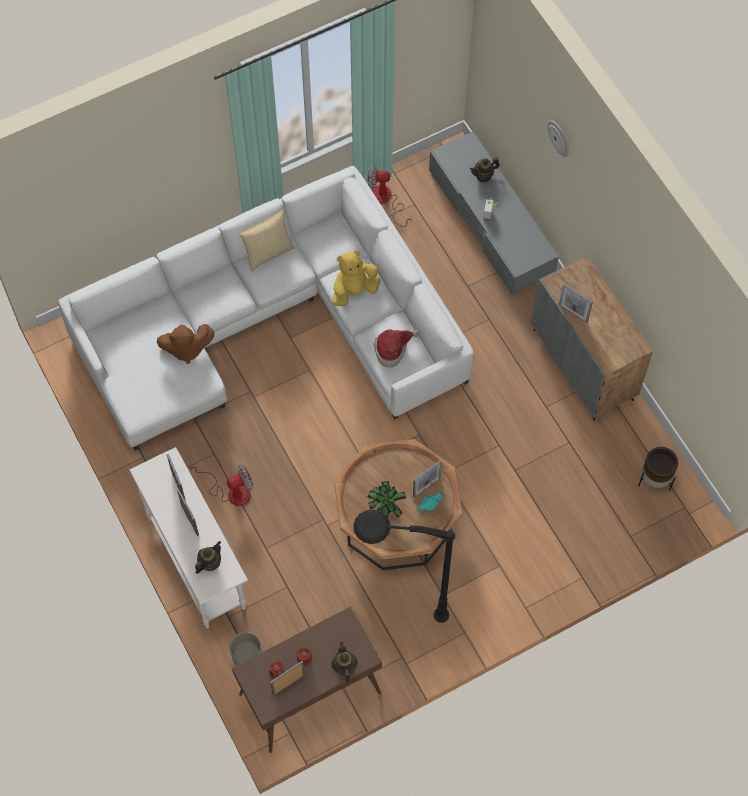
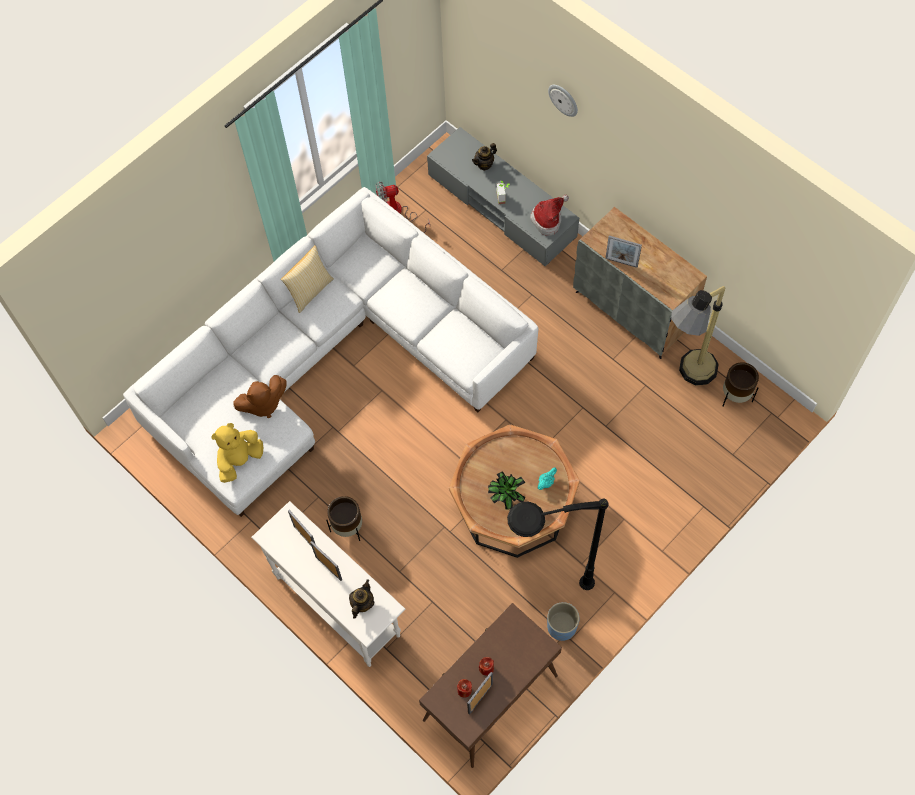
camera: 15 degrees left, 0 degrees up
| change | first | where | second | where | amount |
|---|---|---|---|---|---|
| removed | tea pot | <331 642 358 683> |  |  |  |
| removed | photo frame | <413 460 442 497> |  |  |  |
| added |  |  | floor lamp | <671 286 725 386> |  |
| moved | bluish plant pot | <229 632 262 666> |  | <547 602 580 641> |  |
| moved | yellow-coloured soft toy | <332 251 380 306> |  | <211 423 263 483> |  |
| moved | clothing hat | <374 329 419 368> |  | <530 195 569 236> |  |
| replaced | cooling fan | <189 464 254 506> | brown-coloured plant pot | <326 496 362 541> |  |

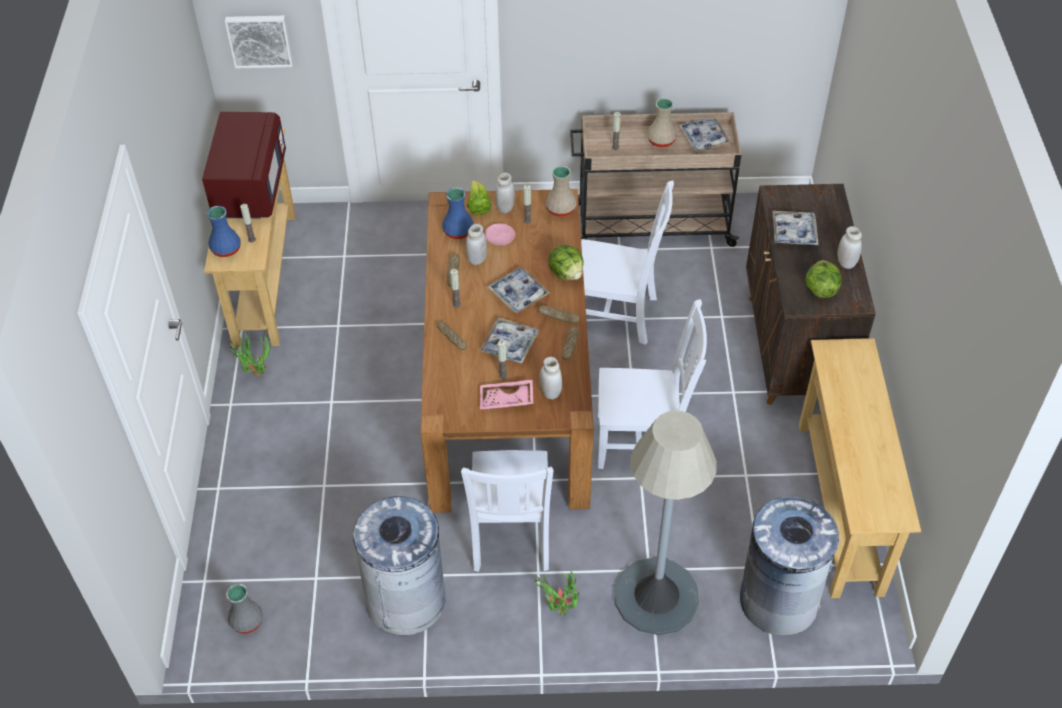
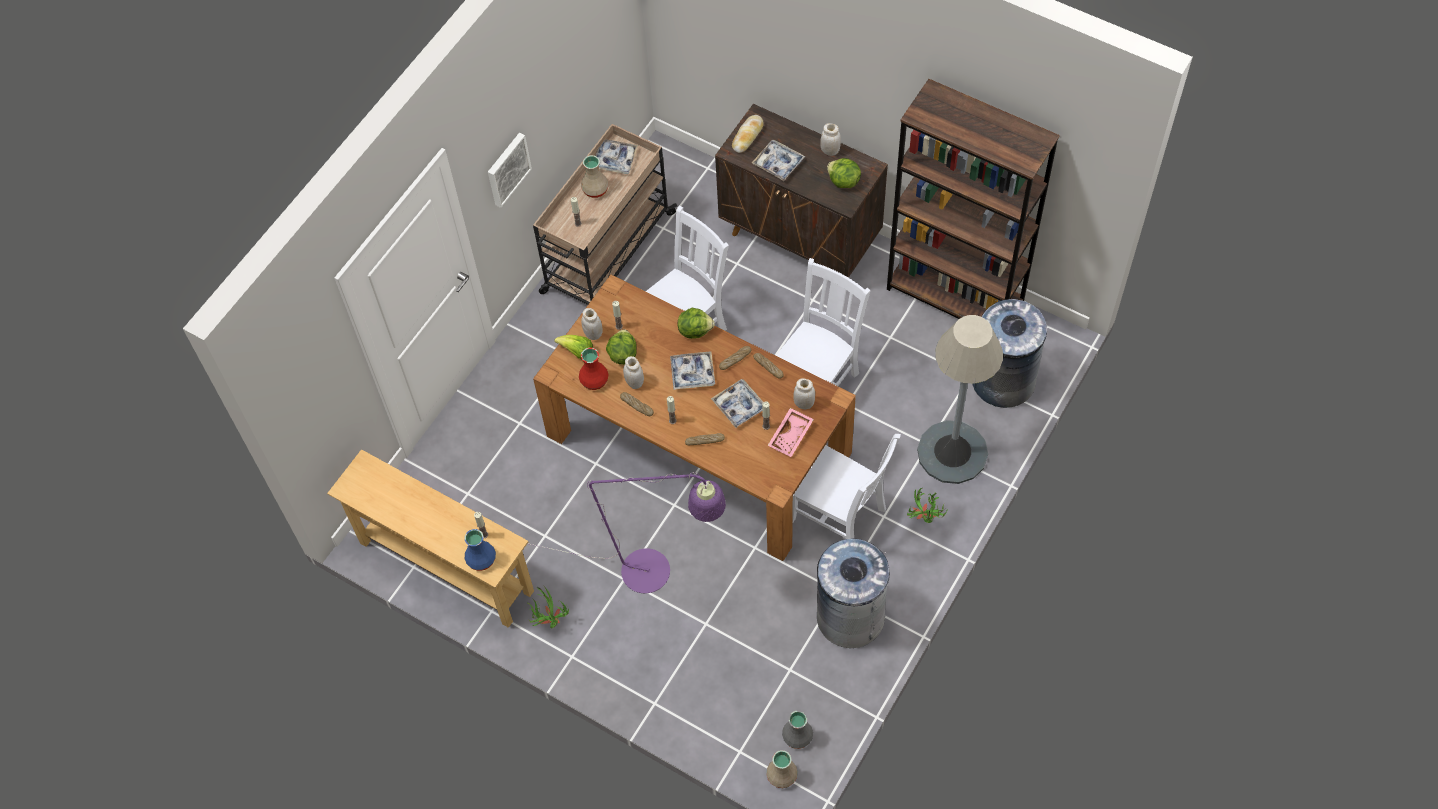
camera: 55 degrees left, 10 degrees up
| change | first | where | second | where | amount |
|---|---|---|---|---|---|
| removed | red microwave | <202 112 286 219> |  |  |  |
| added |  |  | purple-coloured floor lamp | <530 472 726 593> |  |
| added |  |  | bread | <732 115 764 153> |  |
| moved | picture | <225 16 293 69> |  | <488 133 532 208> |  |
| moved | beige flower vase | <546 166 577 217> |  | <766 750 798 788> |  |
| replaced | pink plate | <485 223 515 245> | head of lettuce | <606 329 637 365> |  |
| replaced | beige narrow table | <799 338 921 598> | brown-coloured bookshelf | <887 79 1060 319> |  |
| recoloured | bluish flower vase | <442 188 474 239> | red flower vase | <579 348 609 390> |  |

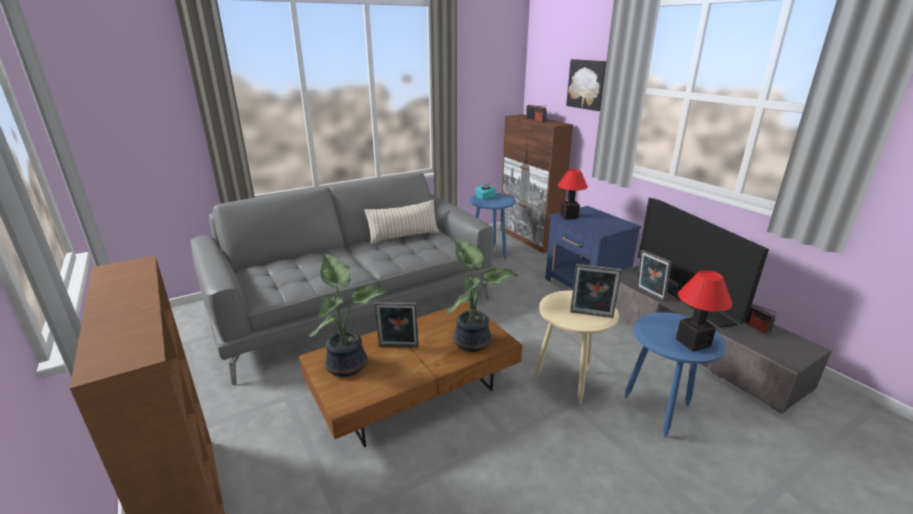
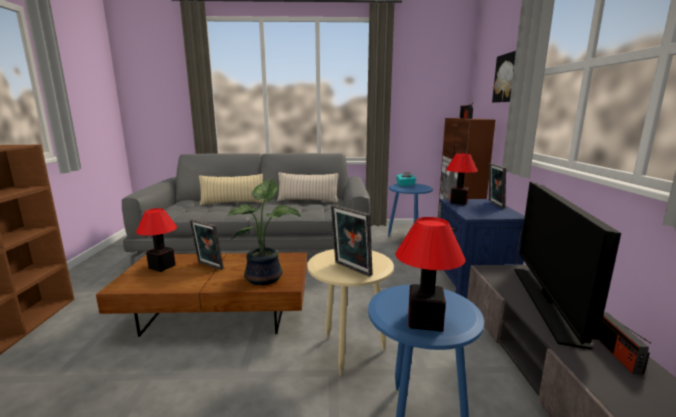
camera: 30 degrees right, 10 degrees down
| change | first | where | second | where | amount |
|---|---|---|---|---|---|
| added |  |  | beige pillow | <199 174 265 205> |  |
| moved | photo frame | <636 250 671 301> |  | <489 163 506 209> |  |
| replaced | plant in a pot | <309 254 388 377> | tabletop lamp | <136 208 177 272> |  |

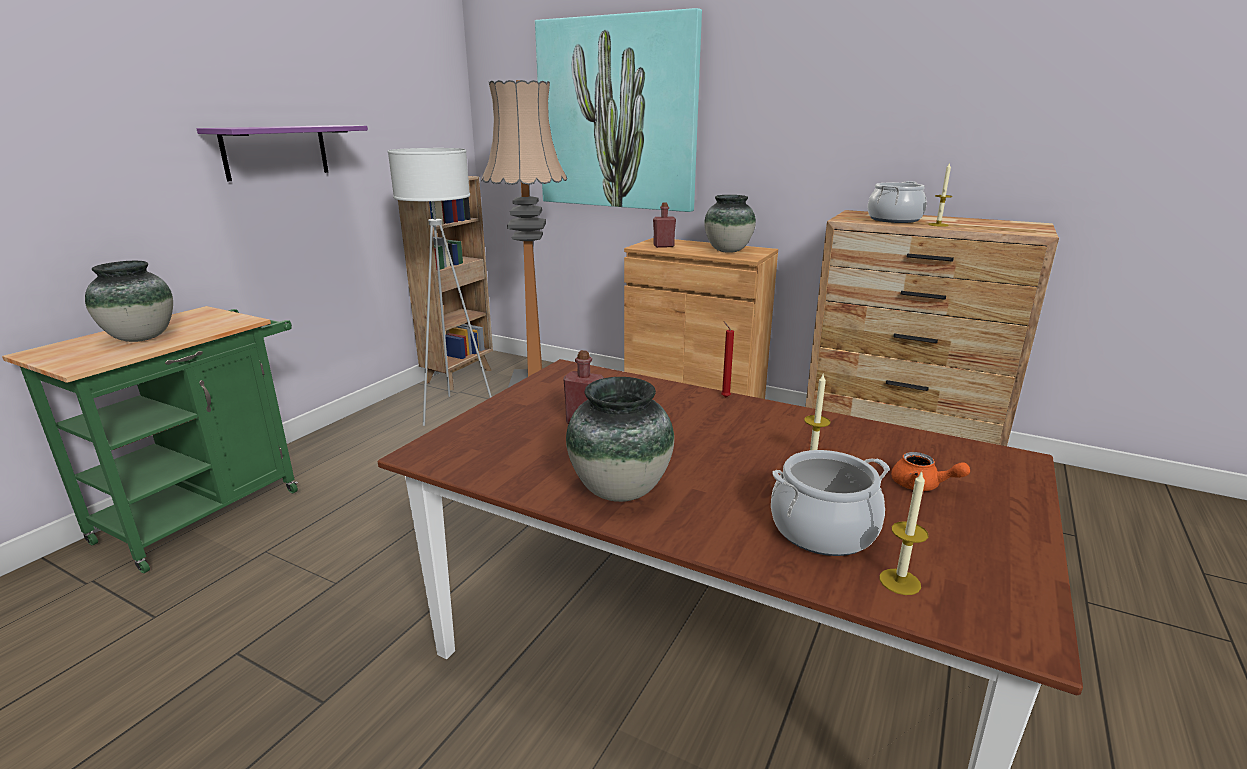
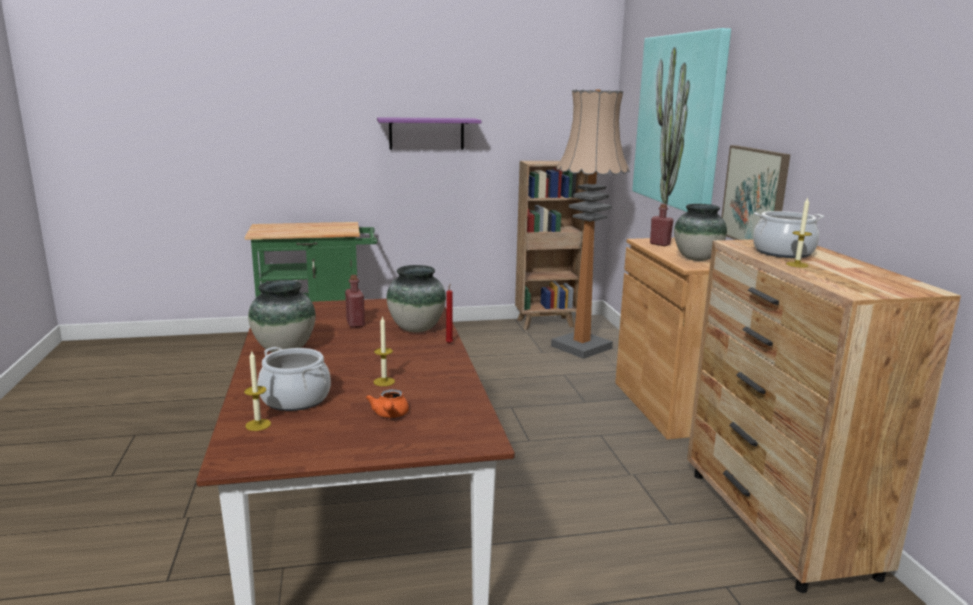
camera: 50 degrees right, 5 degrees down
| change | first | where | second | where | amount |
|---|---|---|---|---|---|
| removed | whitish floor lamp | <388 148 492 426> |  |  |  |
| added |  |  | picture | <721 145 790 240> |  |
| moved | flower vase | <85 261 173 342> |  | <387 265 446 332> |  |

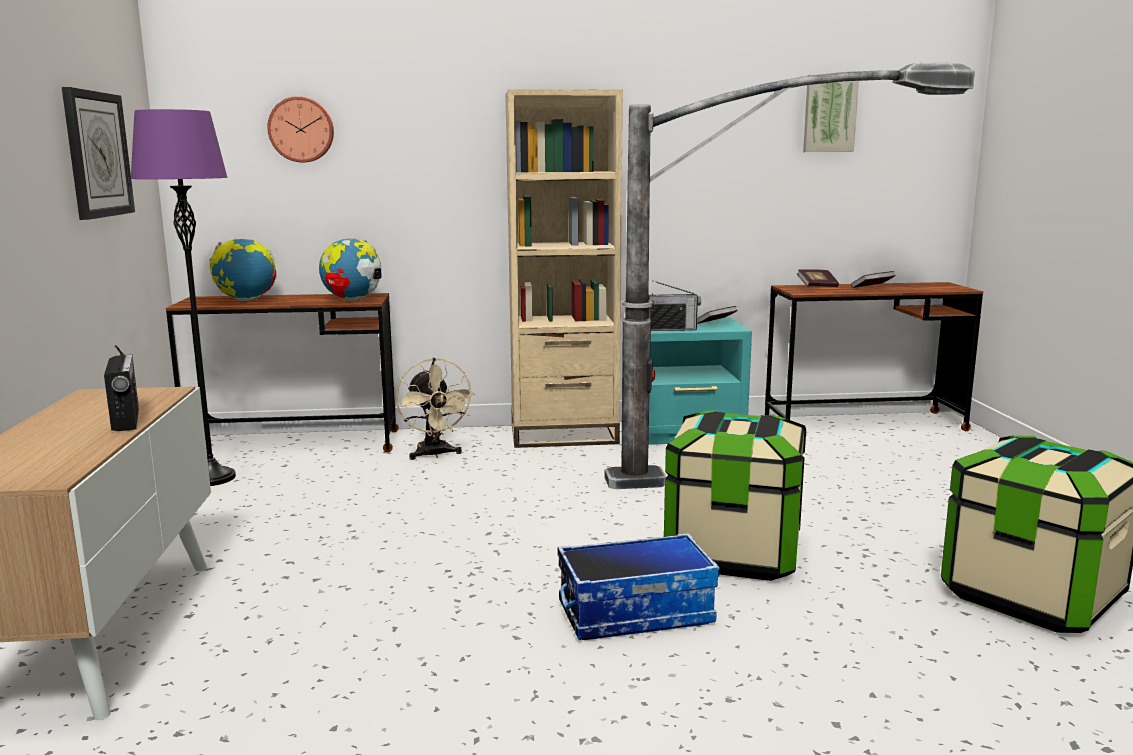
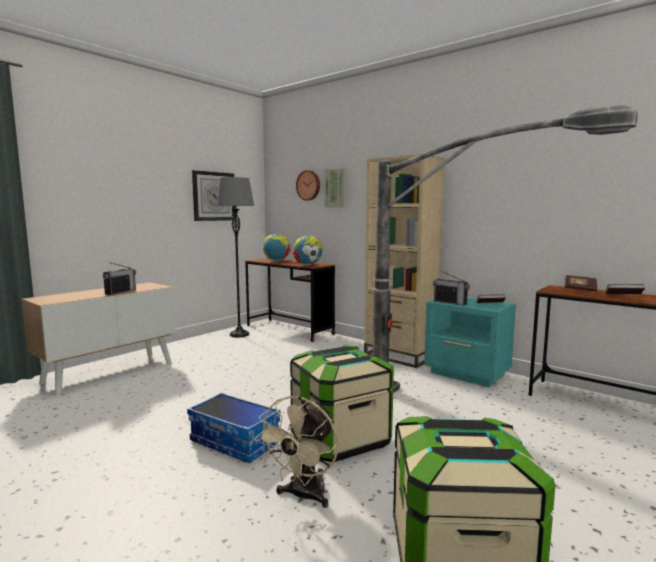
camera: 45 degrees right, 5 degrees down
| change | first | where | second | where | amount |
|---|---|---|---|---|---|
| moved | beige cooling fan | <396 358 475 460> |  | <254 396 339 508> |  |
| moved | picture | <803 75 859 152> |  | <324 168 347 208> |  |
| recoloured | purple-coloured floor lamp | <131 109 236 486> | gray floor lamp | <216 177 254 337> |  |

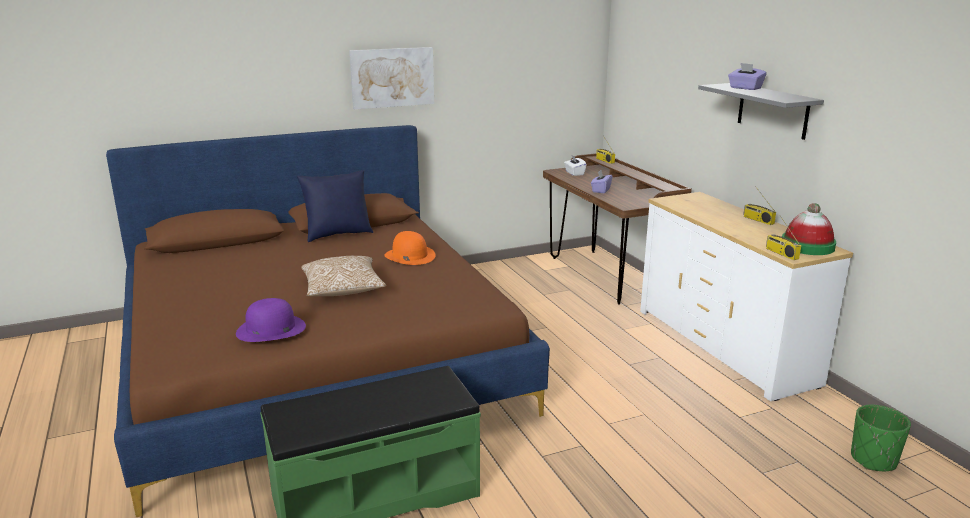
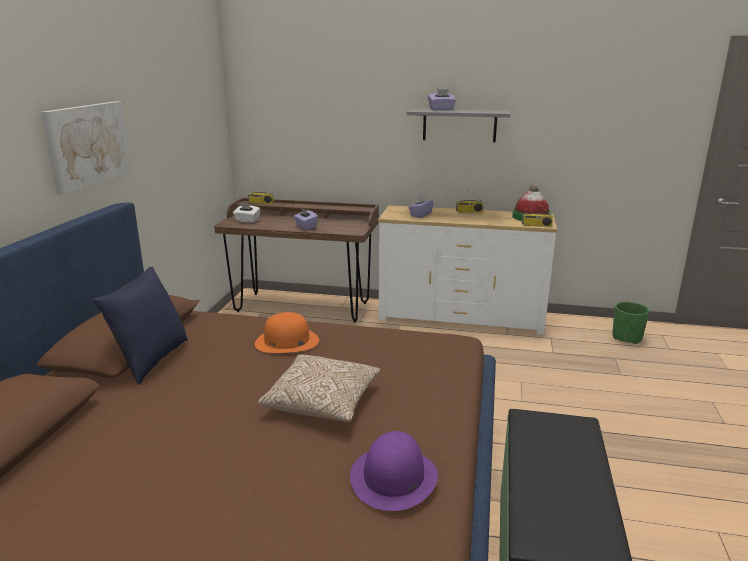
camera: 55 degrees left, 0 degrees up
| change | first | where | second | where | amount |
|---|---|---|---|---|---|
| added |  |  | purple-coloured tissue box | <409 195 434 218> |  |

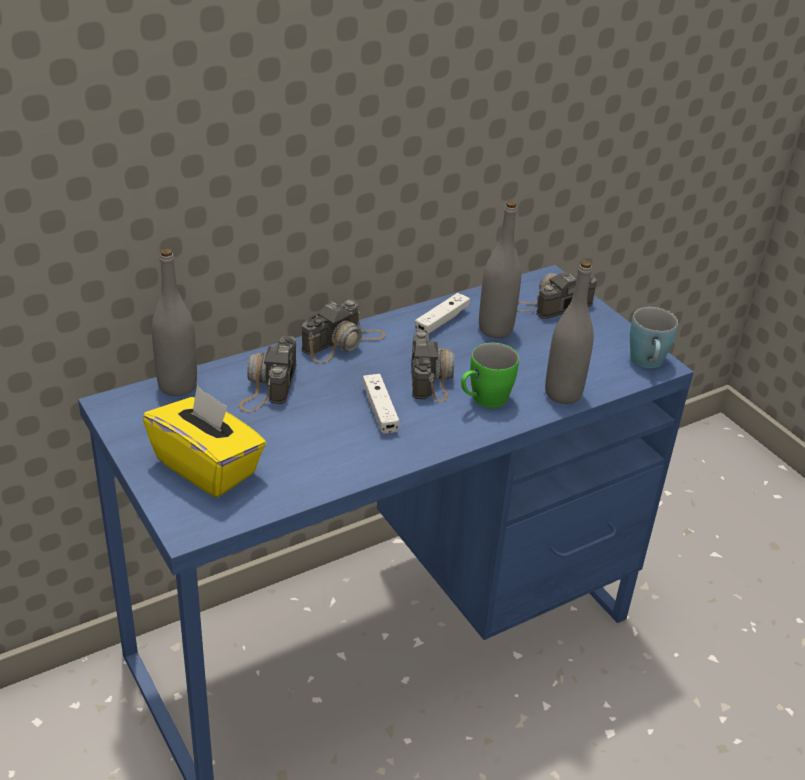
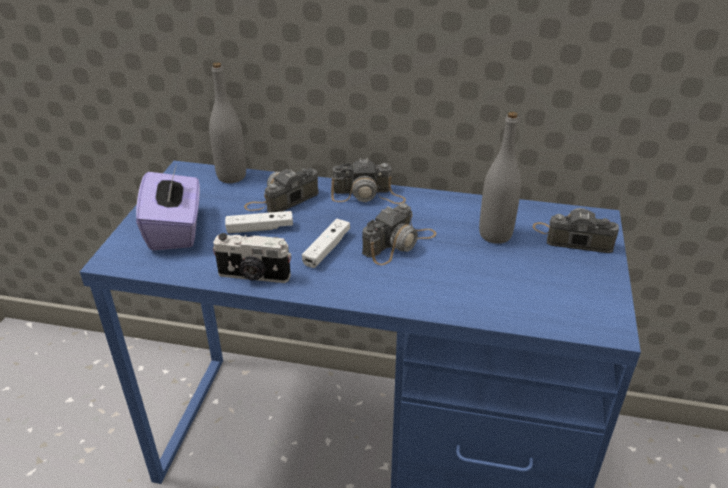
camera: 45 degrees right, 0 degrees up
| change | first | where | second | where | amount |
|---|---|---|---|---|---|
| removed | green-coloured coffee mug | <461 343 519 408> |  |  |  |
| removed | gray beverage bottle | <545 260 594 404> |  |  |  |
| removed | bluish coffee mug | <630 307 678 368> |  |  |  |
| added |  |  | photo camera | <213 233 291 283> |  |
| moved | whitish gamepad | <415 293 470 334> |  | <225 211 293 233> |  |
| recoloured | yellow-coloured tissue box | <143 385 266 497> | purple-coloured tissue box | <136 164 200 250> |  |

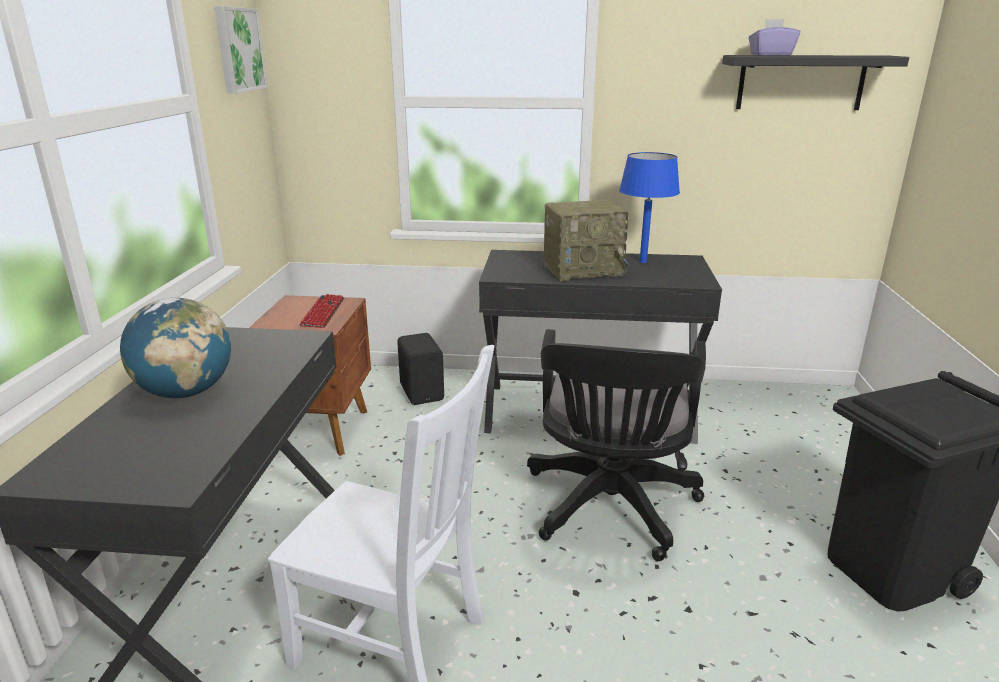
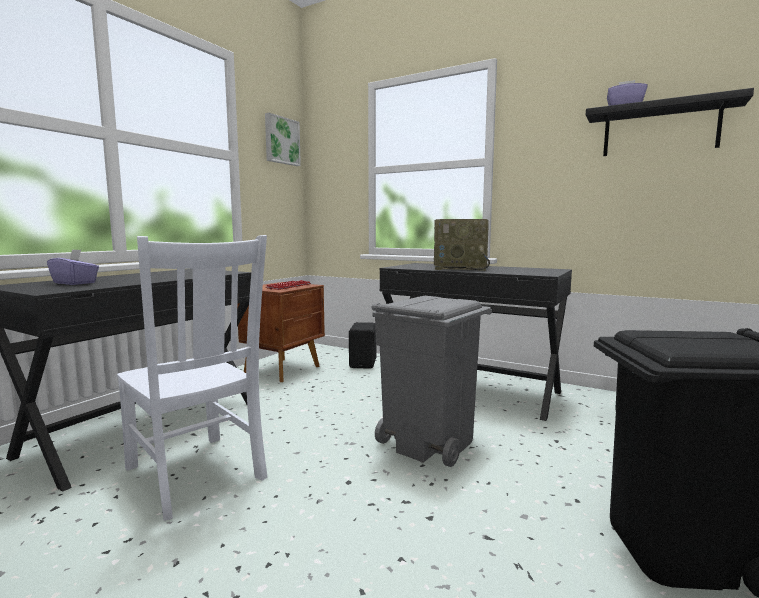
camera: 25 degrees right, 15 degrees down
| change | first | where | second | where | amount |
|---|---|---|---|---|---|
| removed | world globe | <120 298 231 398> |  |  |  |
| removed | bluish tabletop lamp | <619 152 680 263> |  |  |  |
| added |  |  | purple-coloured tissue box | <47 249 99 285> |  |
| replaced | black desk chair | <527 329 706 561> | gray trash can | <372 296 492 467> |  |

